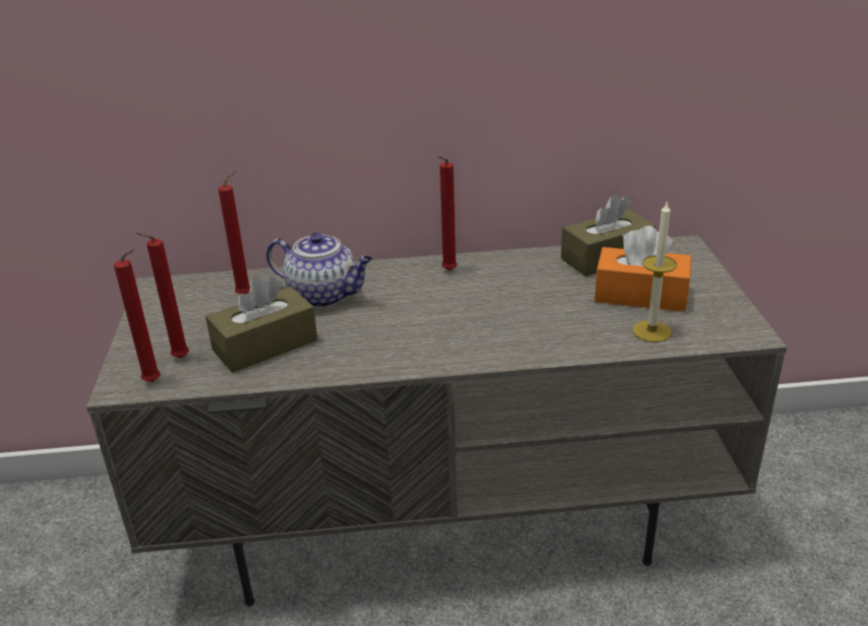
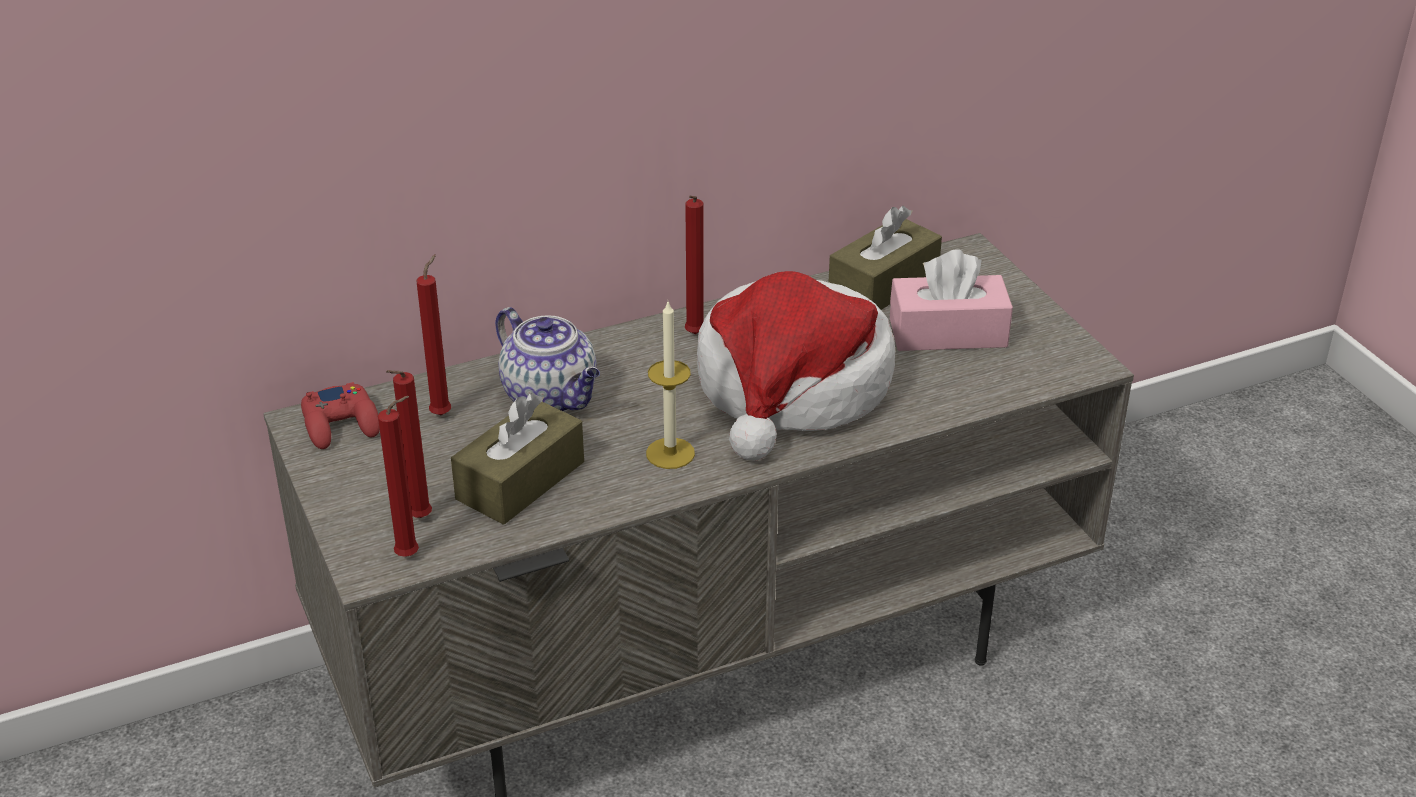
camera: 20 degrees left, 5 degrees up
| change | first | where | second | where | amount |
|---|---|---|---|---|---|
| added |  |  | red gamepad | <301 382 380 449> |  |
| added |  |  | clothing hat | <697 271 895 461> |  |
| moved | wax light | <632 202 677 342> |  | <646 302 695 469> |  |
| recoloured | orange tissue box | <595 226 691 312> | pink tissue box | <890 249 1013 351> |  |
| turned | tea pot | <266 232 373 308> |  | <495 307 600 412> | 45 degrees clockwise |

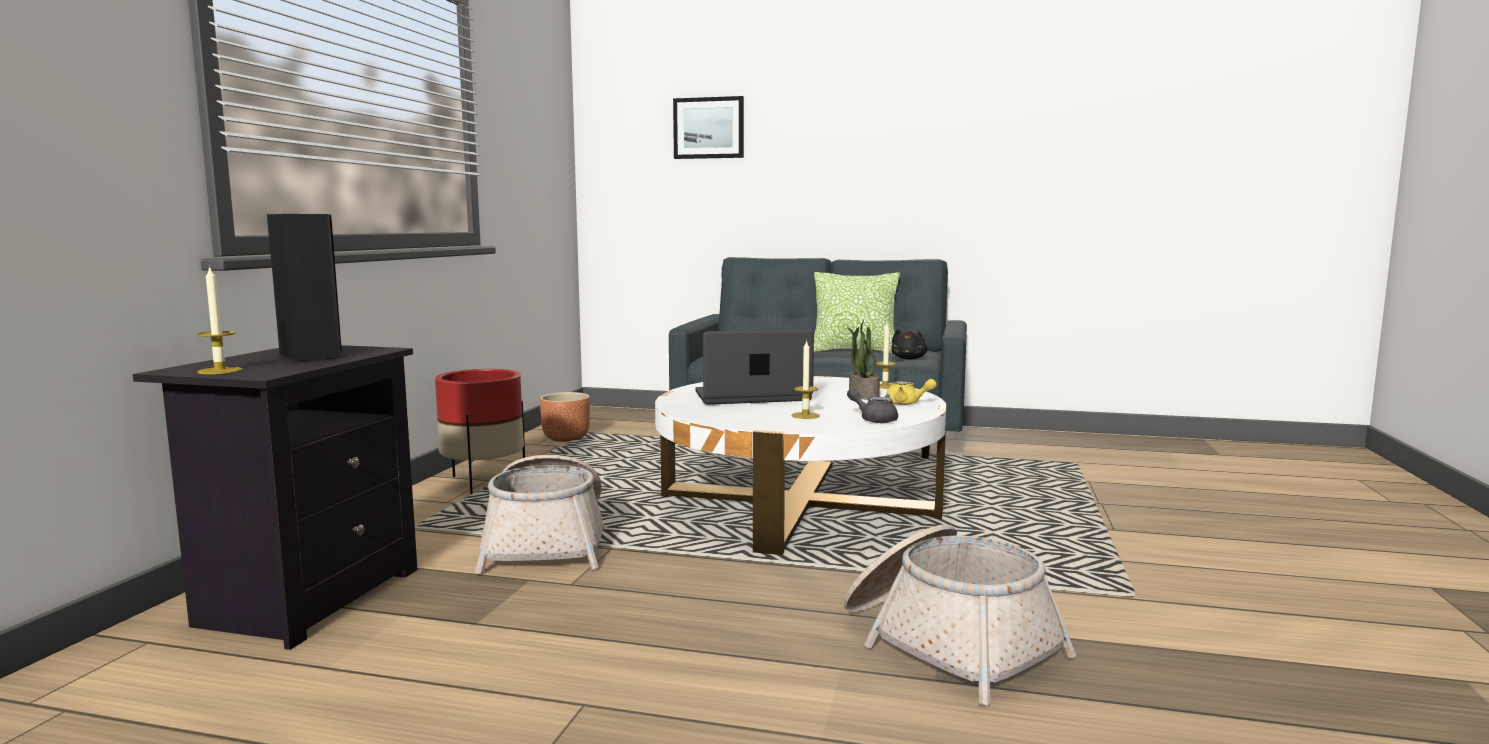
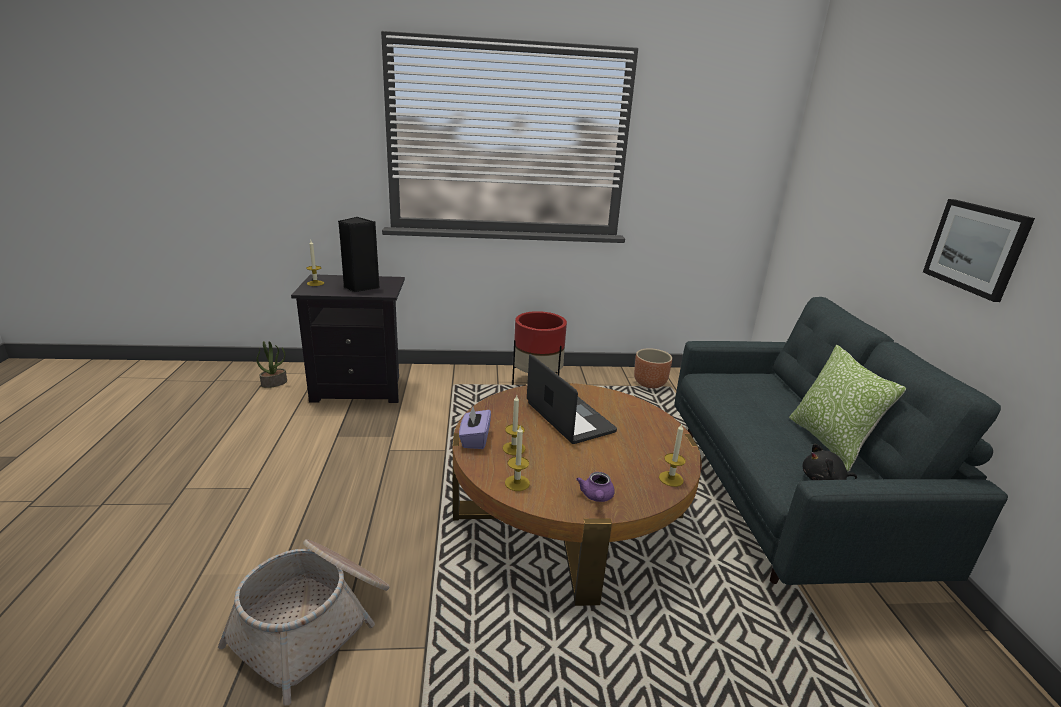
camera: 70 degrees right, 15 degrees up
| change | first | where | second | where | amount |
|---|---|---|---|---|---|
| removed | basket | <475 455 605 574> |  |  |  |
| added |  |  | purple-coloured tissue box | <459 406 491 449> |  |
| moved | picture | <673 96 744 159> |  | <923 199 1035 302> |  |
| moved | plant in a pot | <847 320 880 400> |  | <257 341 287 388> |  |
| replaced | gray tea pot | <847 388 898 423> | wax light | <505 425 530 491> |  |
| recoloured | whitish lounge table | <655 376 947 555> | brown-coloured lounge table | <453 383 702 606> |  |
| recoloured | yellow-coloured tea pot | <886 379 937 405> | purple-coloured tea pot | <576 472 615 502> |  |

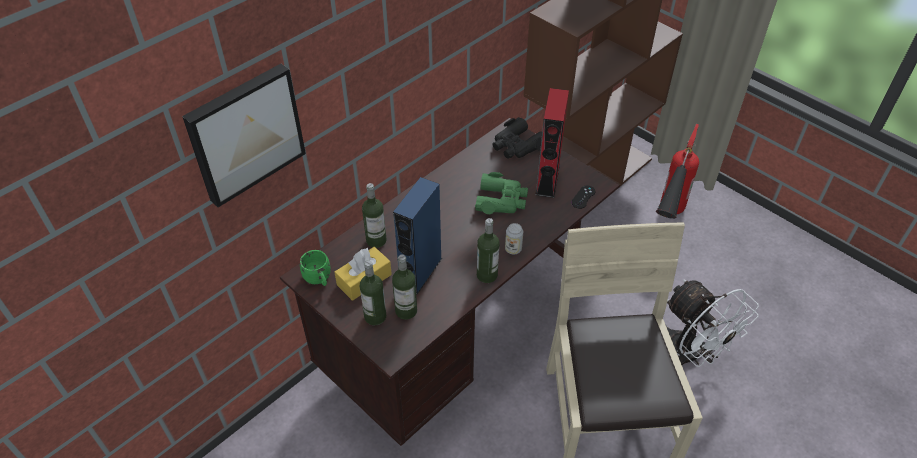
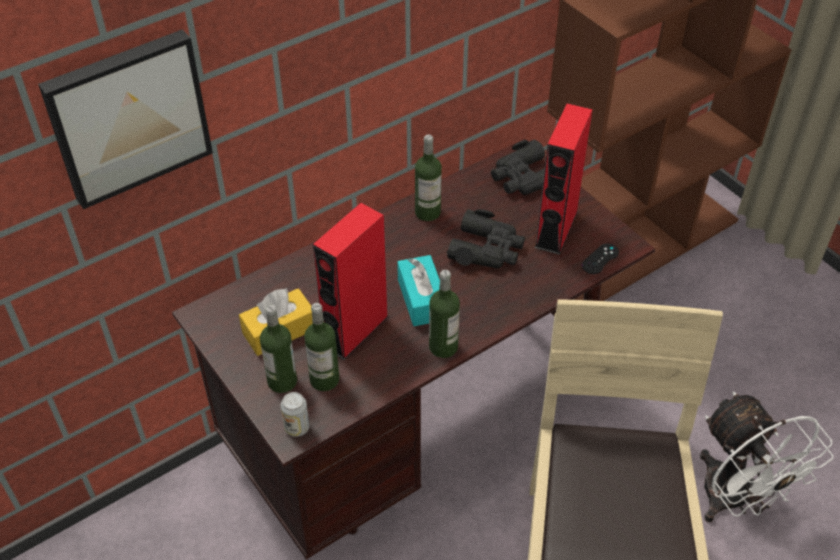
camera: 10 degrees right, 0 degrees up
| change | first | where | second | where | amount |
|---|---|---|---|---|---|
| removed | green-coloured coffee mug | <300 250 331 286> |  |  |  |
| removed | fire extinguisher | <656 124 699 219> |  |  |  |
| added |  |  | blue-green tissue box | <397 255 440 326> |  |
| moved | beverage bottle | <362 183 387 248> |  | <415 135 442 221> |  |
| moved | sealed can | <505 223 523 254> |  | <281 392 309 437> |  |
| recoloured | bluish speaker | <393 177 442 295> | red speaker | <313 203 389 360> |  |
| recoloured | green-coloured pair of binoculars | <475 172 528 214> | black pair of binoculars | <447 209 525 268> |  |

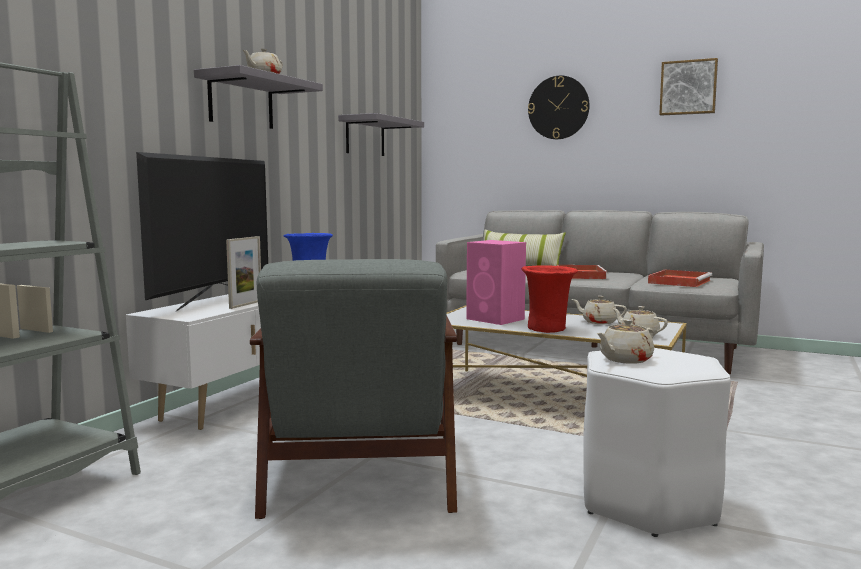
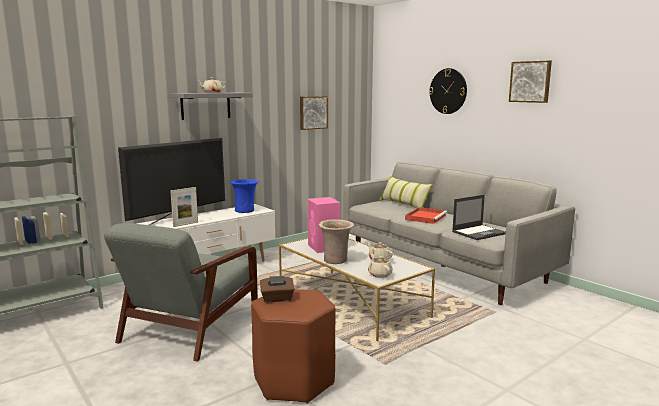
camera: 25 degrees right, 5 degrees up
| change | first | where | second | where | amount |
|---|---|---|---|---|---|
| replaced | gray shelf | <338 113 424 156> | picture | <300 96 328 130> |  |
| replaced | beige tea pot | <597 319 654 364> | brown-coloured tissue box | <260 276 294 302> |  |
| replaced | red carrying tray | <648 270 712 287> | portable computer | <452 195 506 240> |  |
| recoloured | red flower vase | <522 265 578 333> | beige flower vase | <319 219 354 264> |  |
| recoloured | whitish stool | <583 348 731 537> | brown-coloured stool | <251 289 336 404> |  |

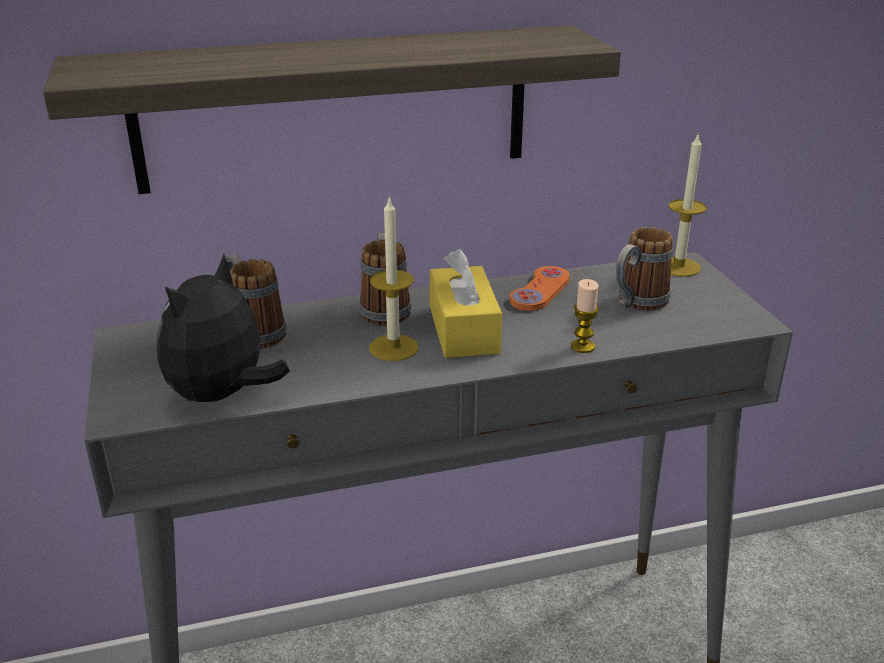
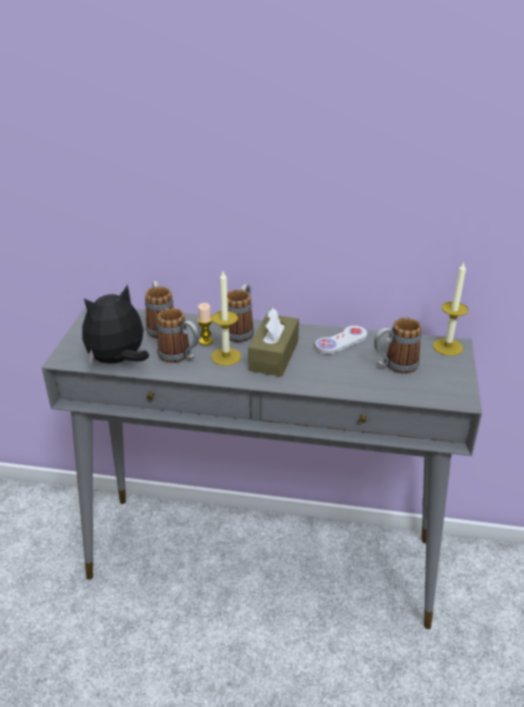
camera: 25 degrees right, 5 degrees up
| change | first | where | second | where | amount |
|---|---|---|---|---|---|
| removed | shelf | <43 25 621 194> |  |  |  |
| added |  |  | coffee mug | <157 308 199 363> |  |
| moved | wax light | <571 279 599 353> |  | <198 303 213 346> |  |
| recoloured | yellow-coloured tissue box | <430 249 502 358> | brown-coloured tissue box | <248 308 299 377> |  |
| recoloured | orange gamepad | <510 266 570 311> | whitish gamepad | <315 326 367 354> |  |

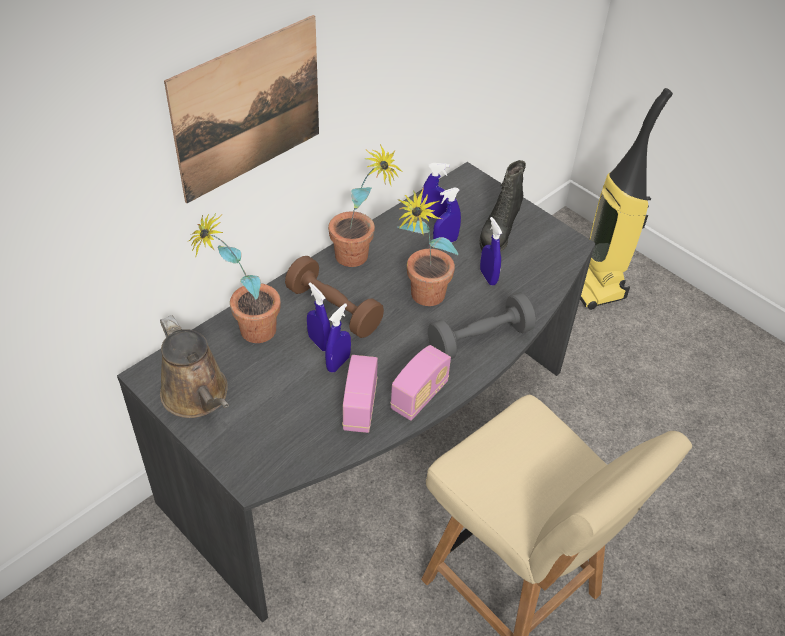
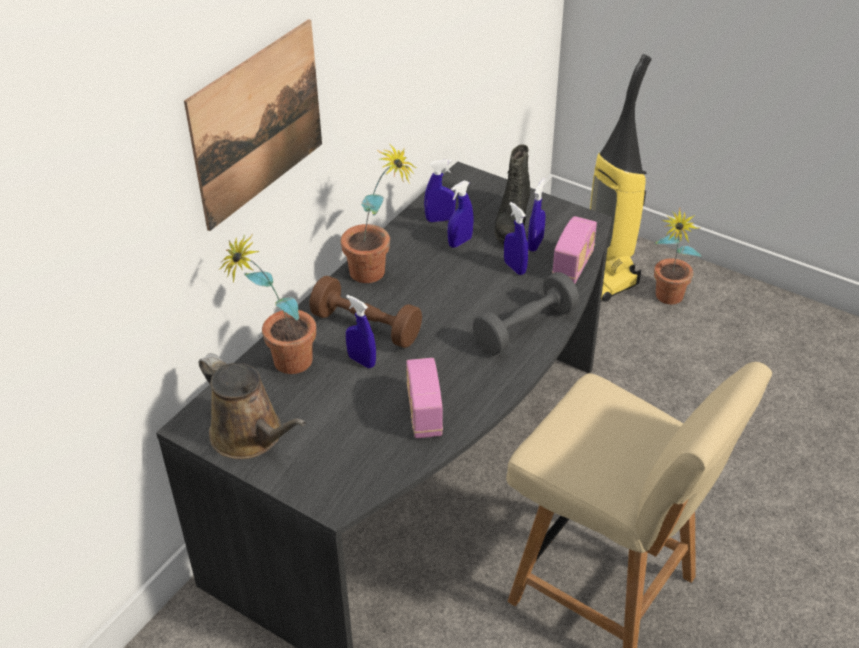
camera: 10 degrees left, 5 degrees down
| change | first | where | second | where | amount |
|---|---|---|---|---|---|
| moved | bluish spray bottle | <325 303 351 373> |  | <528 178 546 252> |  |
| moved | radio receiver | <390 345 451 421> |  | <552 216 597 284> |  |
| moved | plant in a pot | <397 187 458 306> |  | <654 207 702 304> |  |

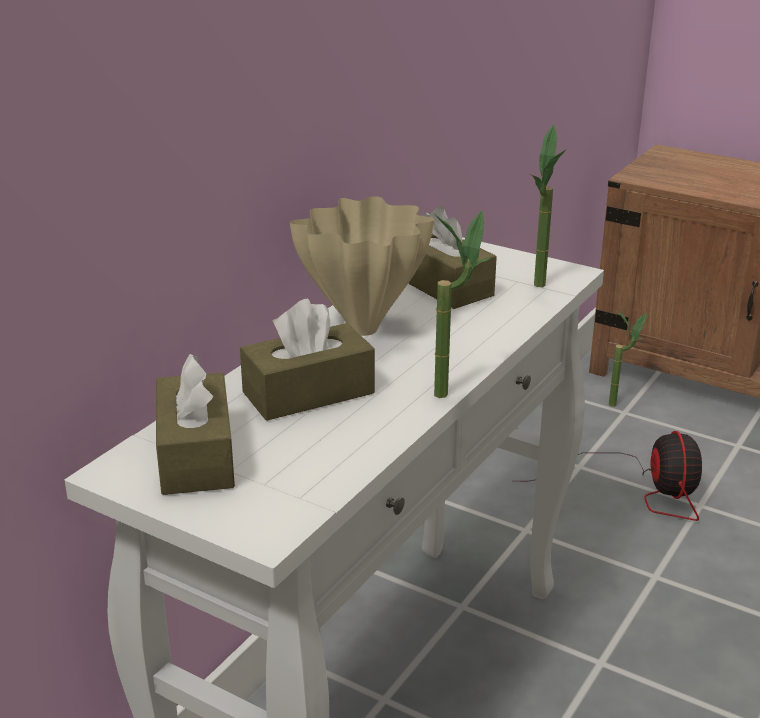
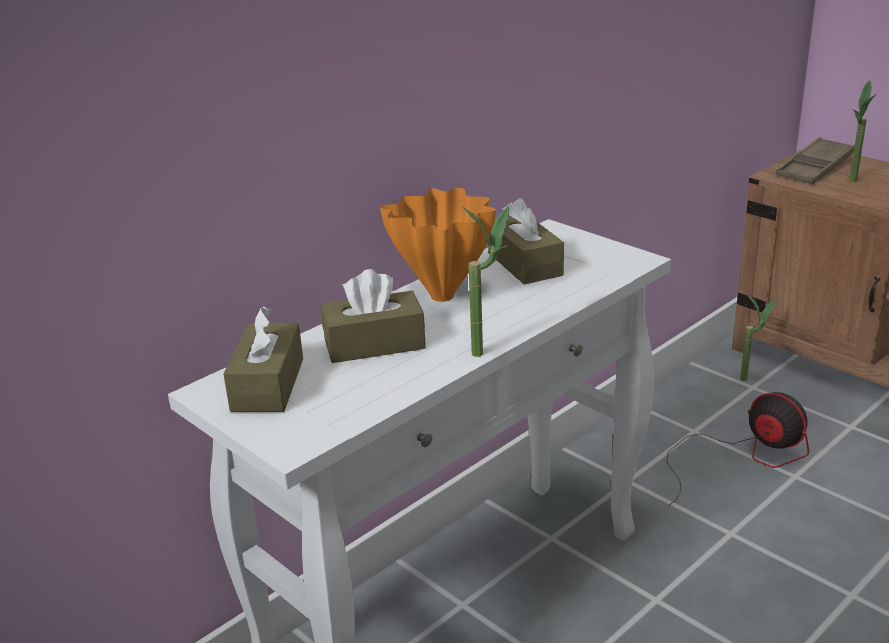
camera: 15 degrees right, 0 degrees up
| change | first | where | second | where | amount |
|---|---|---|---|---|---|
| added |  |  | brown-coloured carrying tray | <776 137 855 184> |  |
| moved | plant in a pot | <530 125 566 287> |  | <849 80 877 182> |  |
| recoloured | beige flower vase | <290 196 434 336> | orange flower vase | <380 188 496 302> |  |
| turned | cooling fan | <529 431 702 521> |  | <667 392 809 506> | 60 degrees counterclockwise |

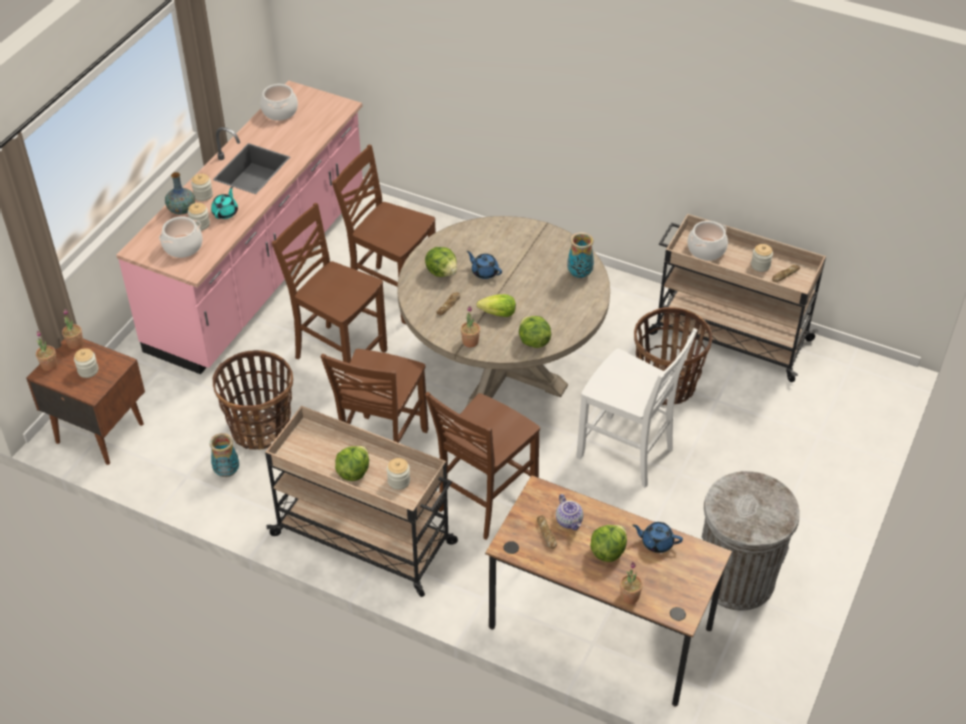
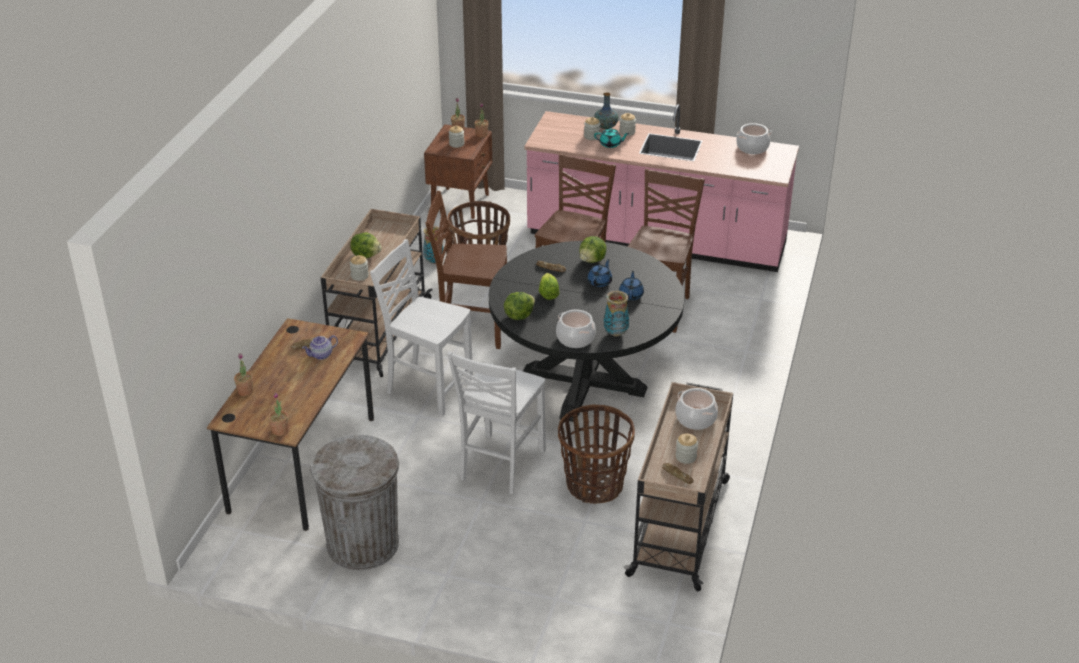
camera: 80 degrees right, 10 degrees down
| change | first | where | second | where | amount |
|---|---|---|---|---|---|
| removed | head of lettuce | <590 525 627 562> |  |  |  |
| moved | stockpot | <159 217 203 258> |  | <556 309 596 348> |  |
| moved | plant in a pot | <461 306 480 347> |  | <268 392 288 436> |  |
| moved | bluish tea pot | <632 522 683 553> |  | <619 271 644 300> |  |
| recoloured | beige dining table | <397 216 610 407> | black dining table | <489 241 684 422> |  |
| recoloured | brown-coloured upright chair | <425 392 540 540> | whitish upright chair | <370 239 473 416> |  |

